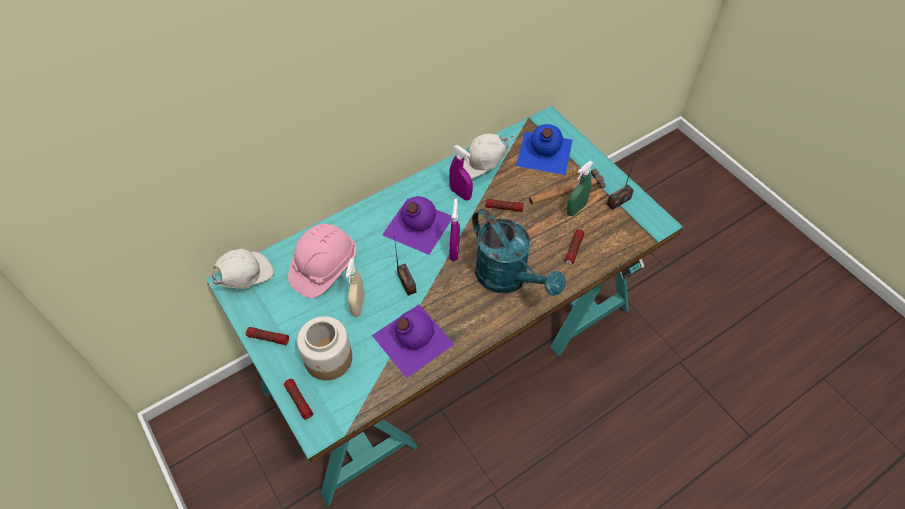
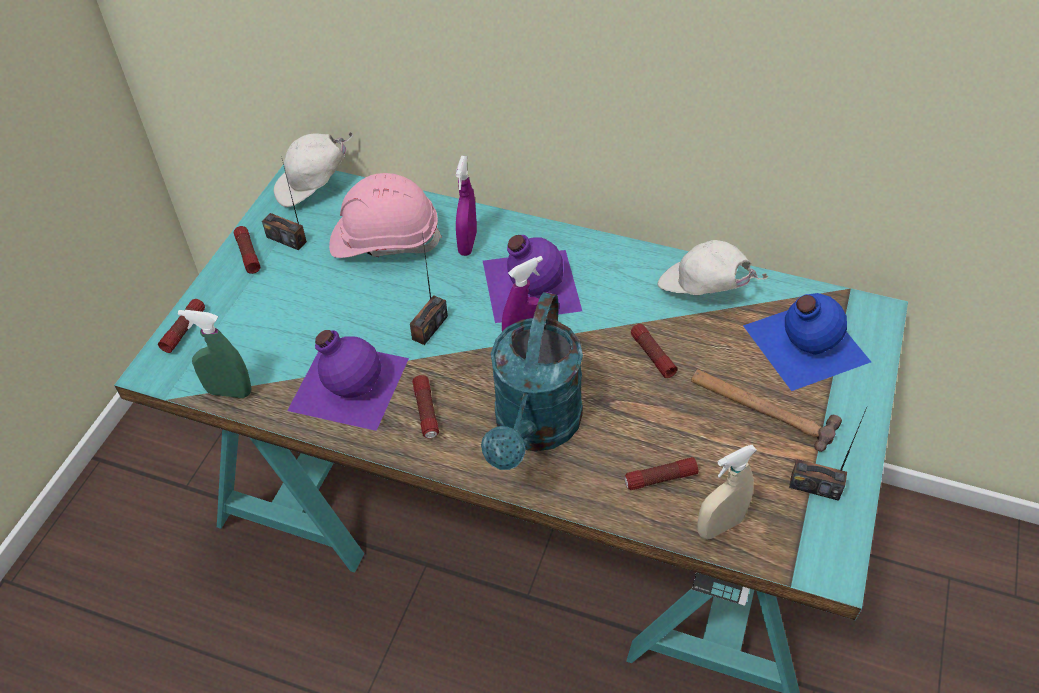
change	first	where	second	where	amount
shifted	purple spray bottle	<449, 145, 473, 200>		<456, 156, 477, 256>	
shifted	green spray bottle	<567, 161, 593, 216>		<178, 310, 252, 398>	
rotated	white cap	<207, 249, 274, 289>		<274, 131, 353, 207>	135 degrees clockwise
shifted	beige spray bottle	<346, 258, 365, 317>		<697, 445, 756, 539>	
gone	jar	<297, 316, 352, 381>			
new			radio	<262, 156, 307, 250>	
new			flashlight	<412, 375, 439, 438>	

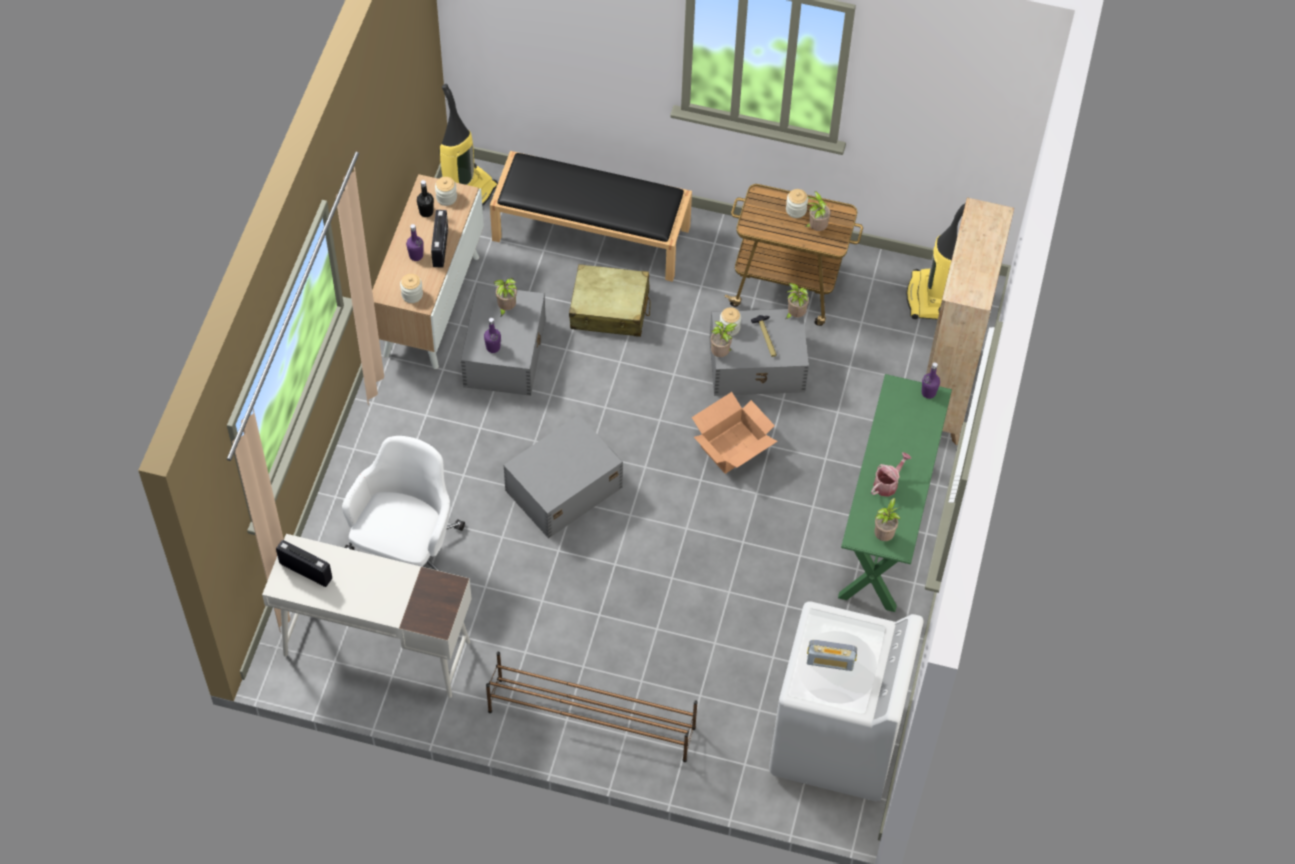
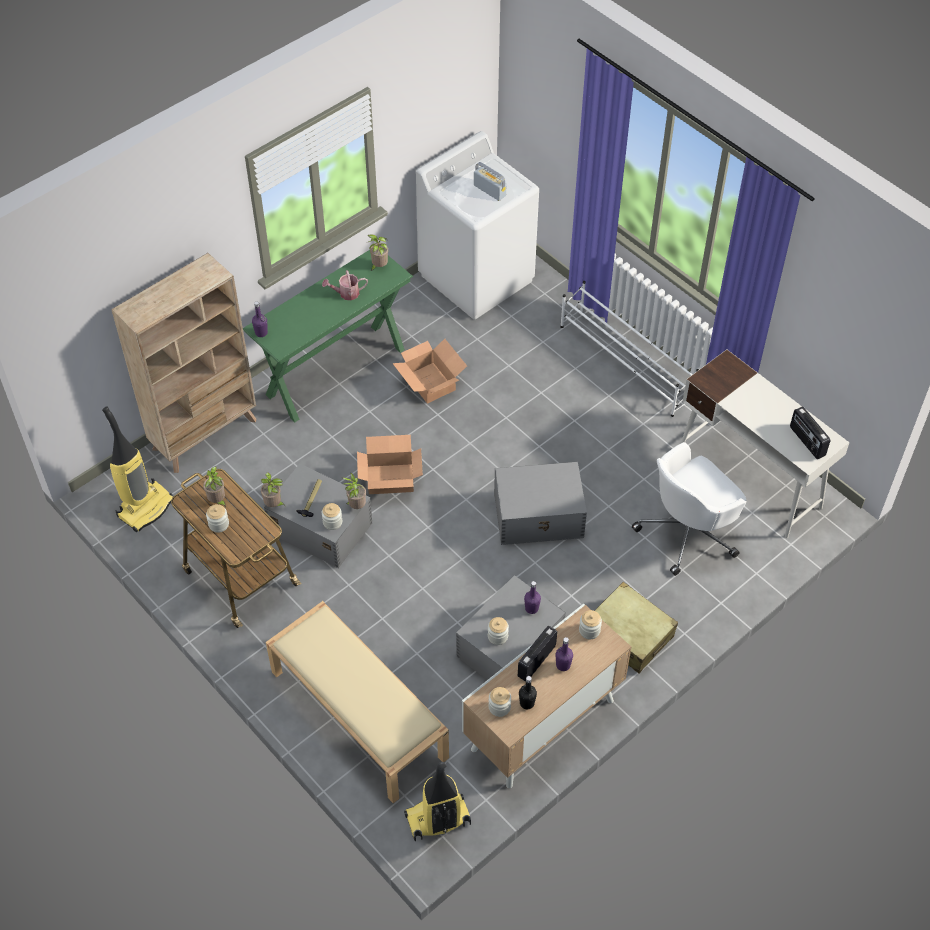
change	first	where	second	where	amount
repainted	black bench	<490, 151, 692, 282>	beige bench	<266, 601, 449, 803>	
shifted	beige suitcase	<569, 264, 651, 337>		<595, 582, 678, 673>	
swapped	potted plant	<493, 278, 517, 317>	jar	<488, 617, 509, 645>	
repainted	brown shoe rack	<486, 652, 698, 762>	white shoe rack	<560, 281, 699, 417>	
new			cardboard box	<392, 339, 467, 403>	

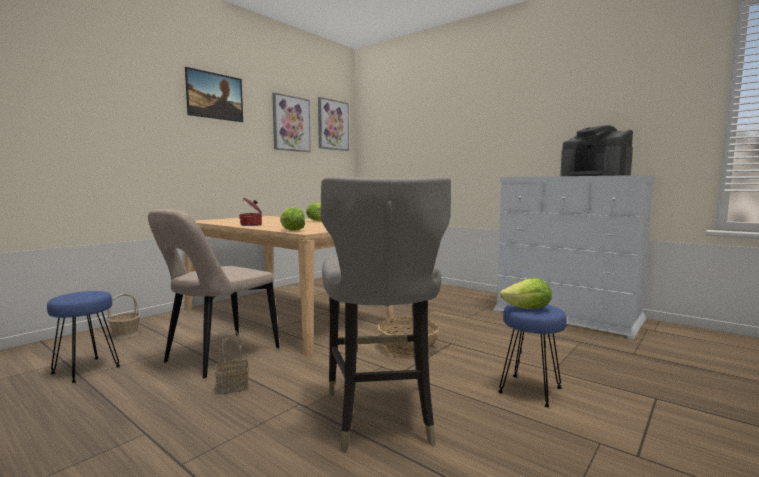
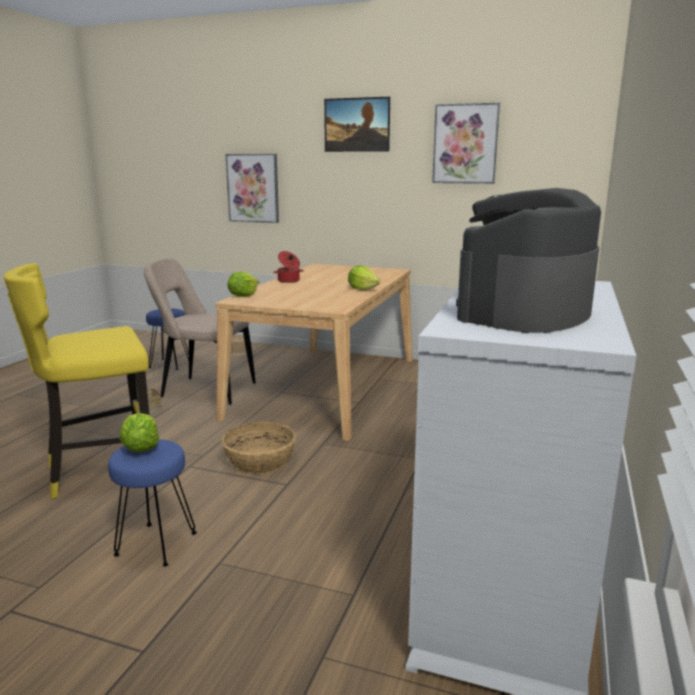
change	first	where	second	where	amount
shifted	picture	<318, 97, 349, 151>		<226, 154, 279, 223>	
repainted	grey stool	<320, 176, 451, 452>	yellow stool	<4, 263, 149, 499>	

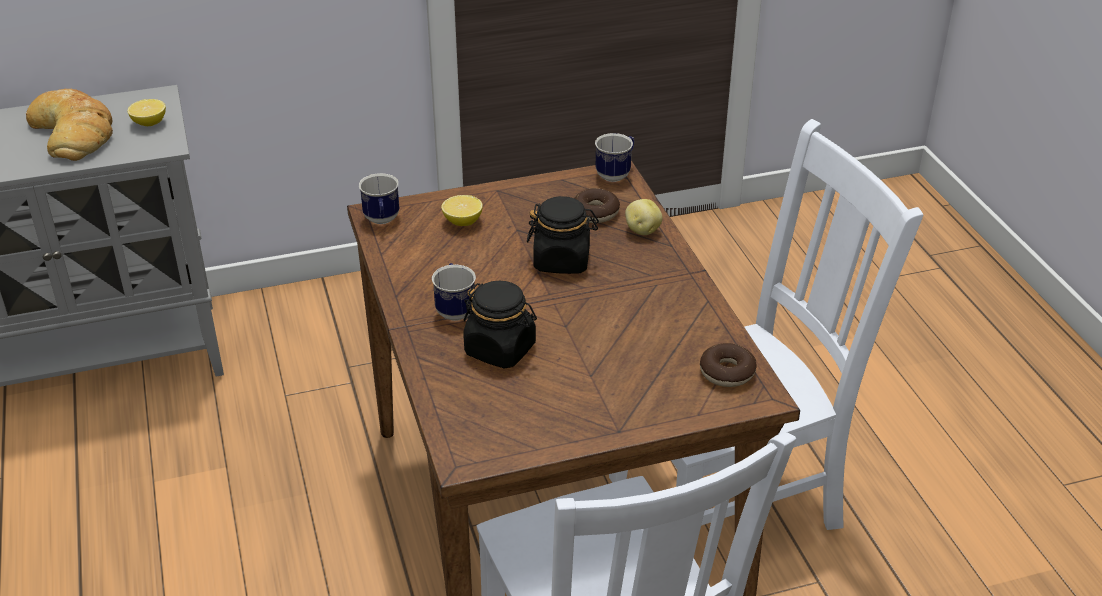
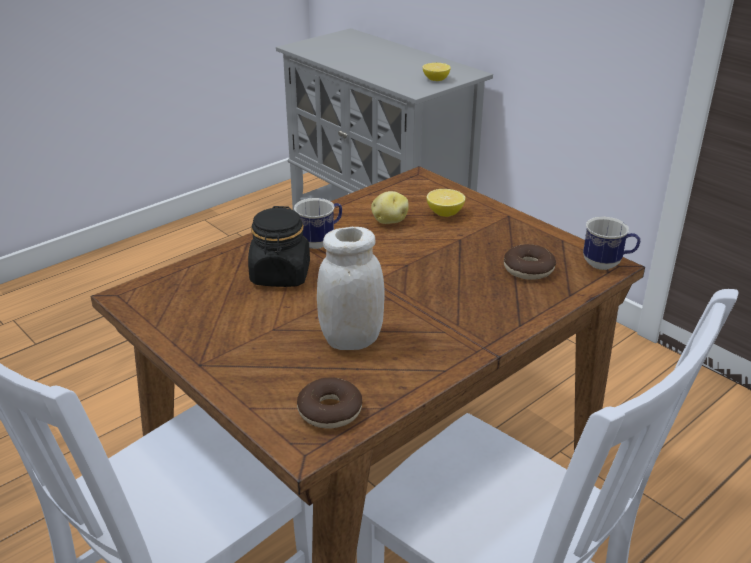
change	first	where	second	where	amount
gone	bread	<26, 89, 113, 161>			
gone	mug	<359, 173, 399, 224>			
gone	black jar	<527, 196, 599, 274>			
shifted	potato	<625, 199, 663, 235>		<371, 191, 409, 224>	
new			white jar	<317, 227, 385, 350>	

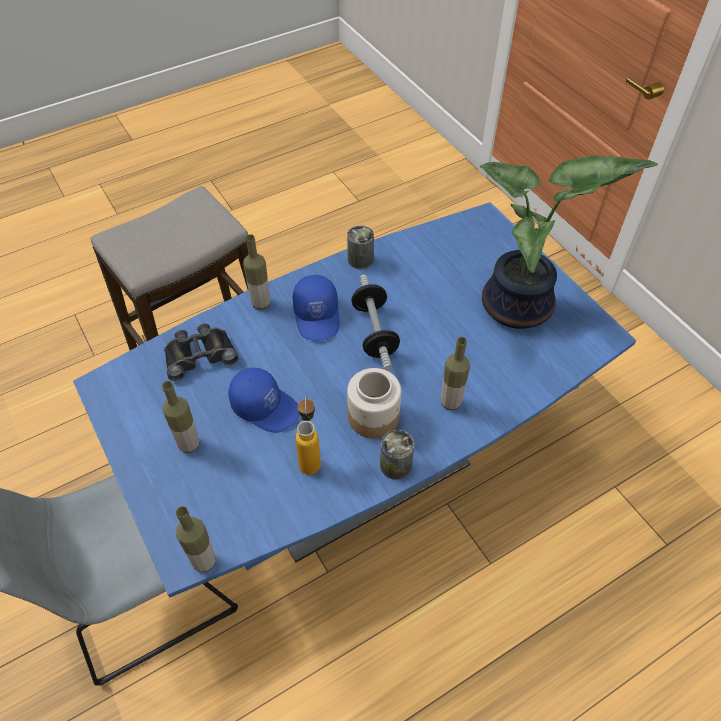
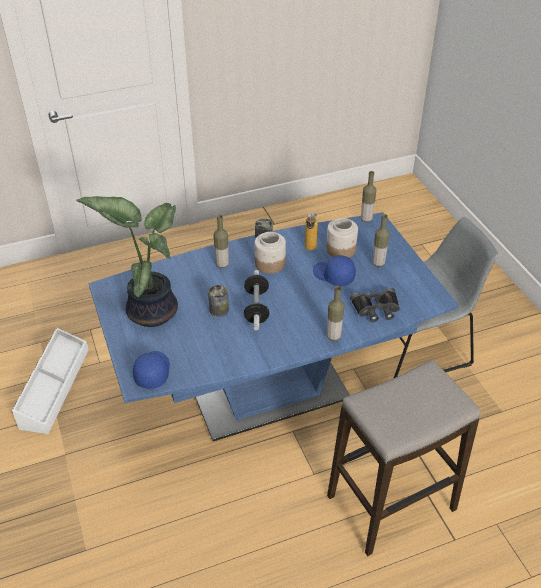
change	first	where	second	where	amount
shifted	can	<347, 225, 374, 269>		<208, 285, 229, 317>	
shifted	blue cap	<293, 275, 339, 341>		<133, 351, 170, 389>	
new			jar	<326, 218, 358, 258>	
new			white storage box	<12, 328, 89, 434>	

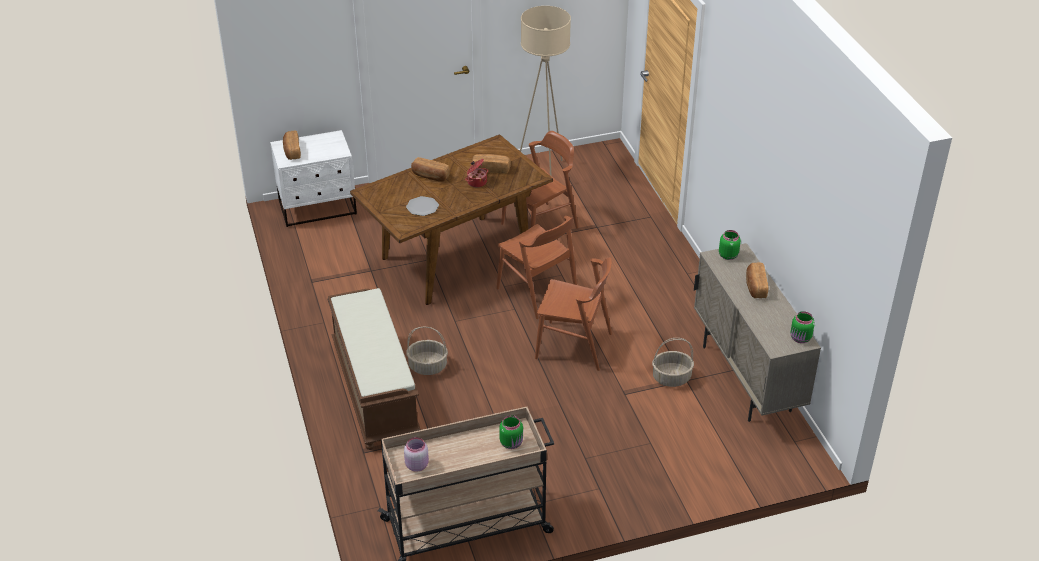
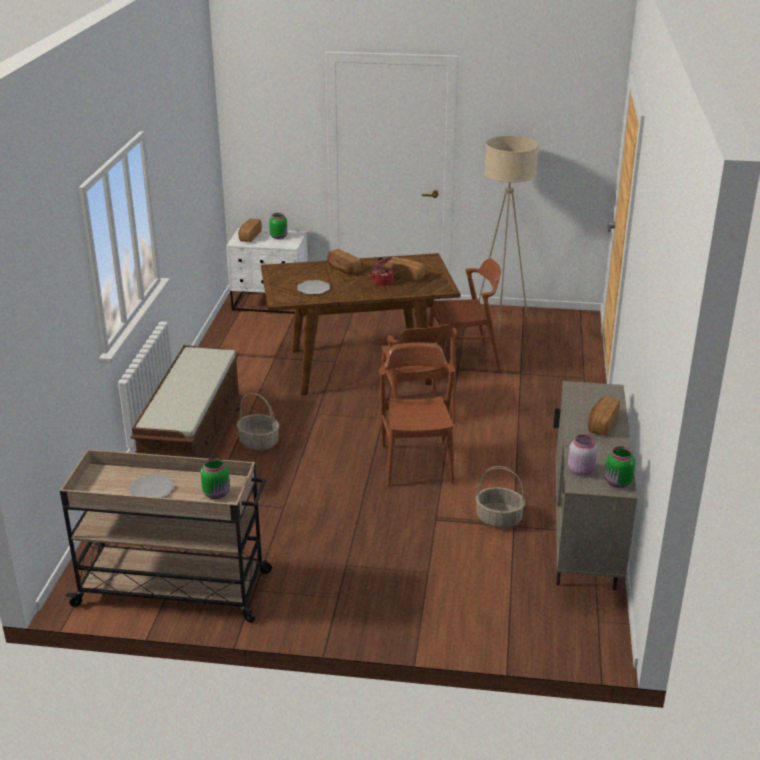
change	first	where	second	where	amount
shifted	green jar	<719, 230, 741, 260>		<269, 213, 287, 239>	
rotated	brown chair	<535, 257, 612, 371>		<379, 342, 455, 487>	135 degrees counterclockwise
shifted	pink jar	<404, 437, 429, 472>		<568, 435, 597, 476>	
new			plate	<128, 474, 175, 498>	

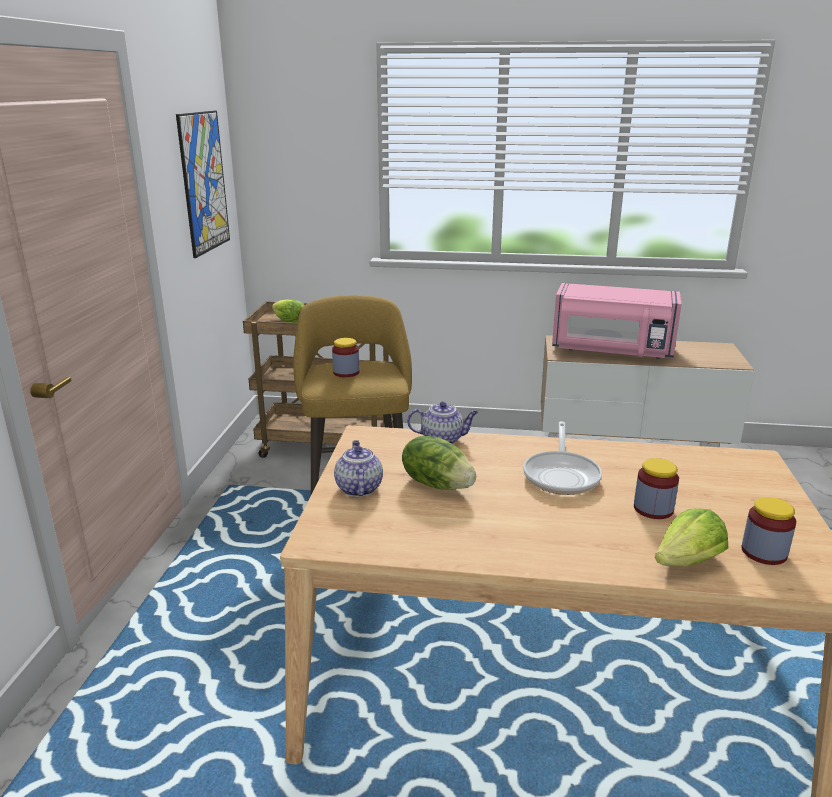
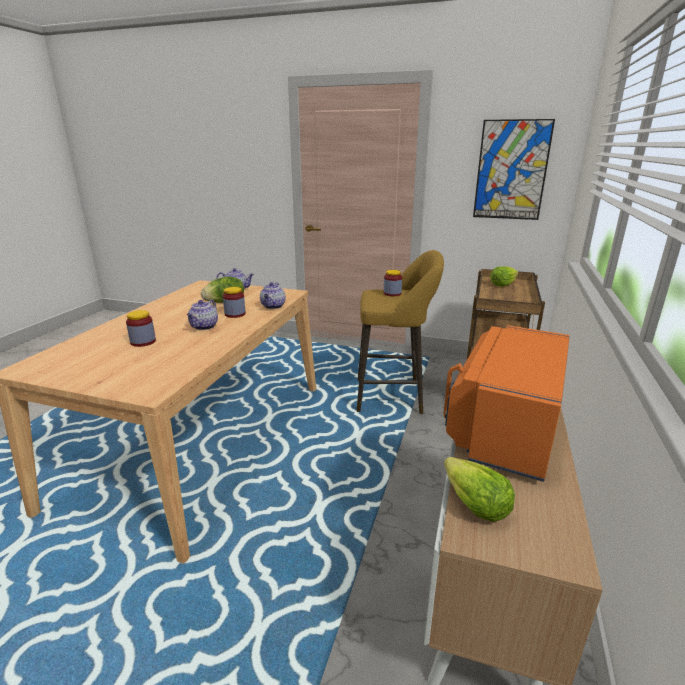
change	first	where	second	where	amount
repainted	pink microwave	<552, 283, 681, 359>	orange microwave	<444, 325, 570, 482>	
swapped	frying pan	<523, 421, 602, 495>	teapot	<187, 300, 218, 330>	
shifted	jar	<741, 497, 796, 565>		<223, 287, 246, 318>	
shifted	lettuce	<655, 508, 729, 566>		<444, 457, 515, 522>	

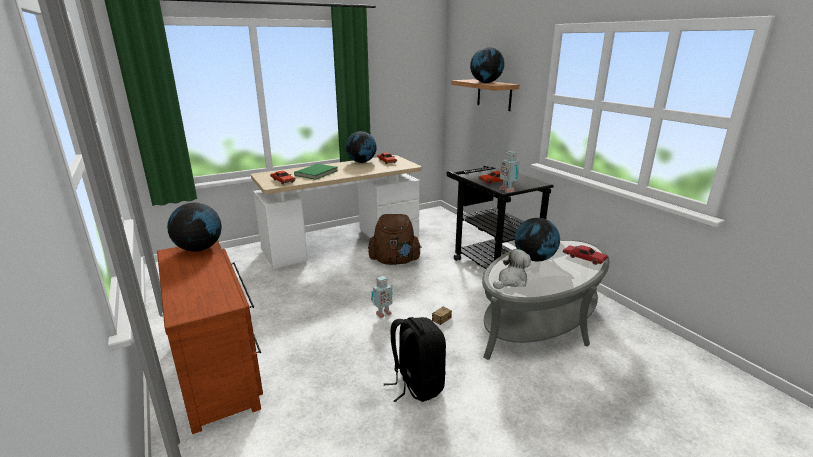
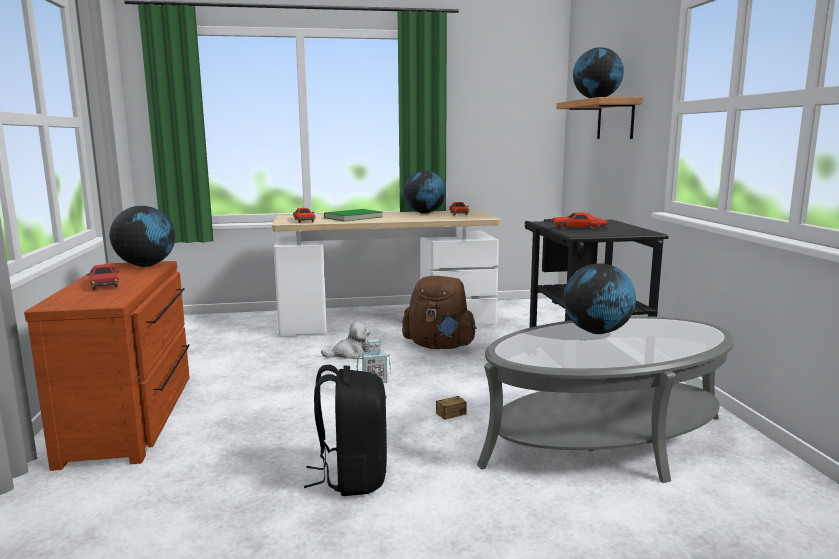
change	first	where	second	where	amount
gone	toy robot	<499, 151, 519, 193>			
shifted	red toy car	<563, 245, 608, 265>		<87, 264, 120, 290>	
shifted	plush toy	<493, 249, 531, 289>		<321, 321, 371, 359>	

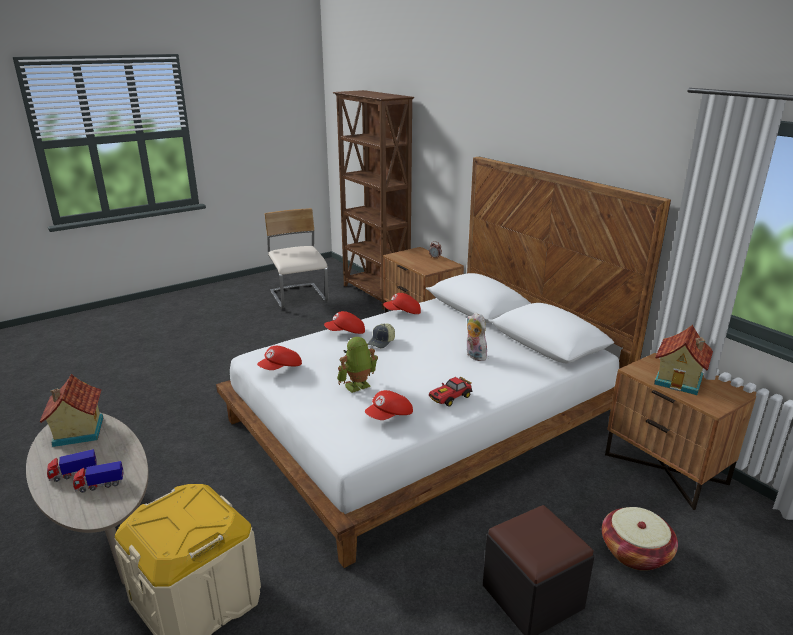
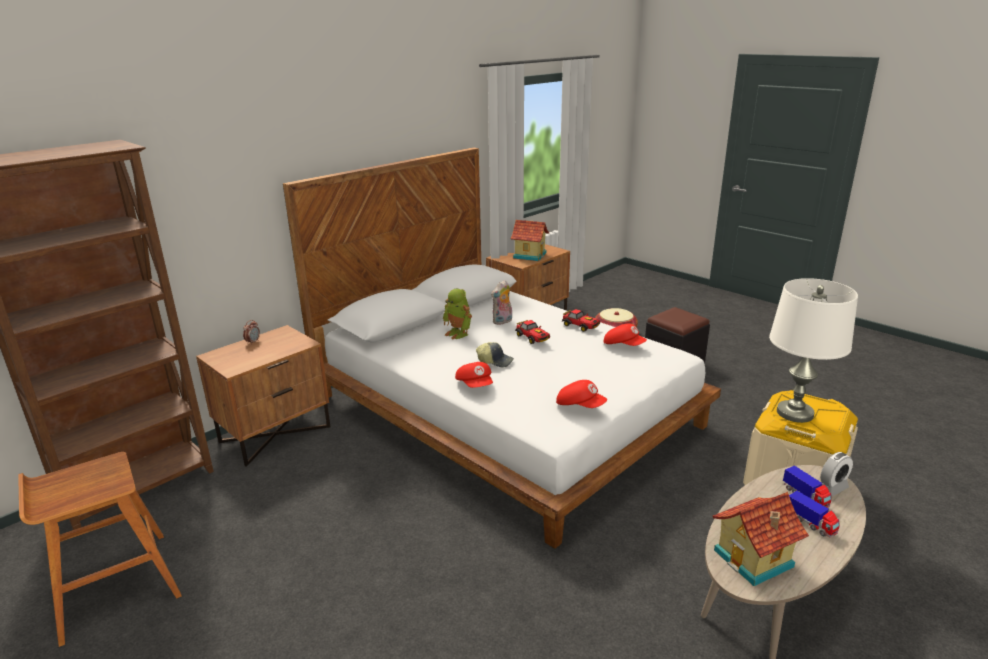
change	first	where	second	where	amount
swapped	beige chair	<265, 208, 329, 309>	brown stool	<18, 452, 182, 647>	
gone	red cap	<383, 293, 421, 314>			
shifted	toy robot	<337, 337, 378, 393>		<443, 289, 472, 339>	
new			white table lamp	<769, 278, 858, 423>	
new			toy car	<515, 320, 550, 344>	
new			alarm clock	<820, 452, 853, 497>	

